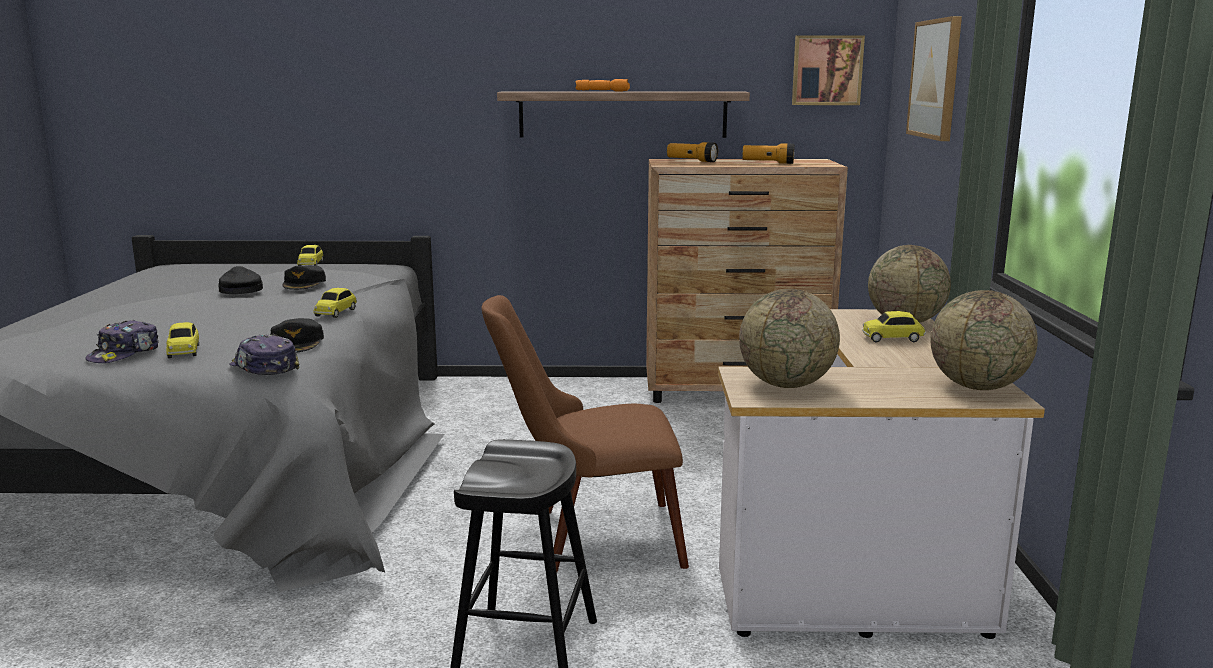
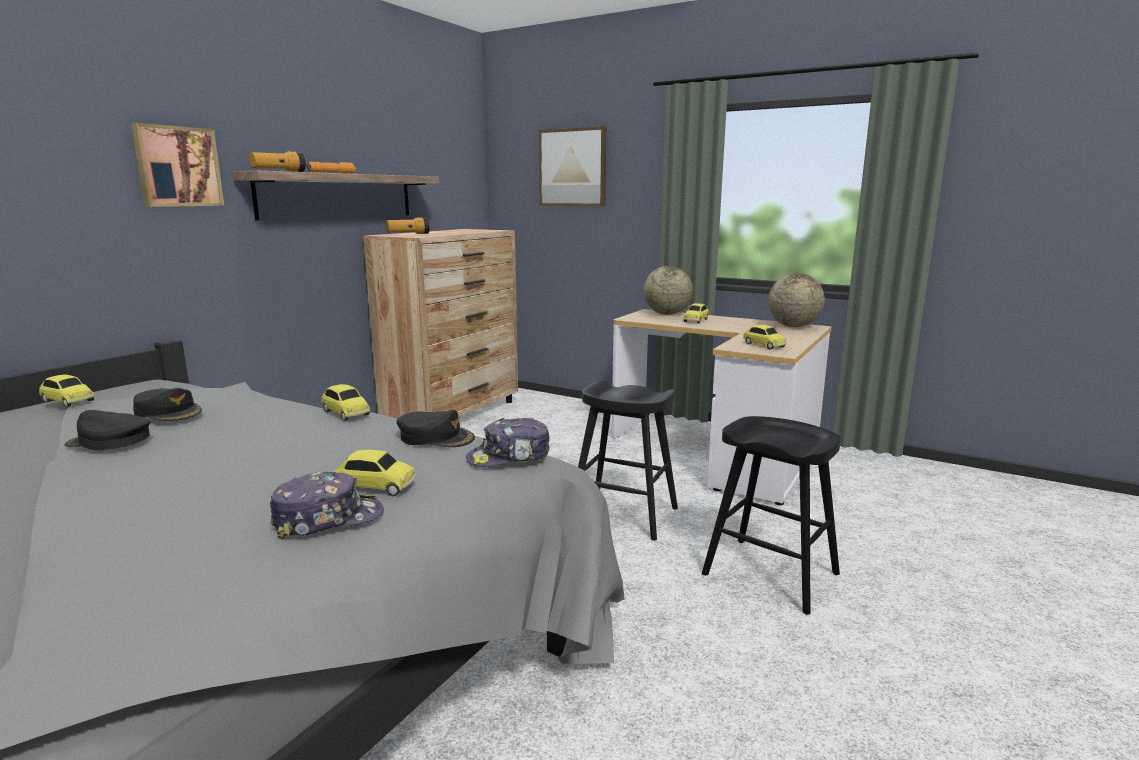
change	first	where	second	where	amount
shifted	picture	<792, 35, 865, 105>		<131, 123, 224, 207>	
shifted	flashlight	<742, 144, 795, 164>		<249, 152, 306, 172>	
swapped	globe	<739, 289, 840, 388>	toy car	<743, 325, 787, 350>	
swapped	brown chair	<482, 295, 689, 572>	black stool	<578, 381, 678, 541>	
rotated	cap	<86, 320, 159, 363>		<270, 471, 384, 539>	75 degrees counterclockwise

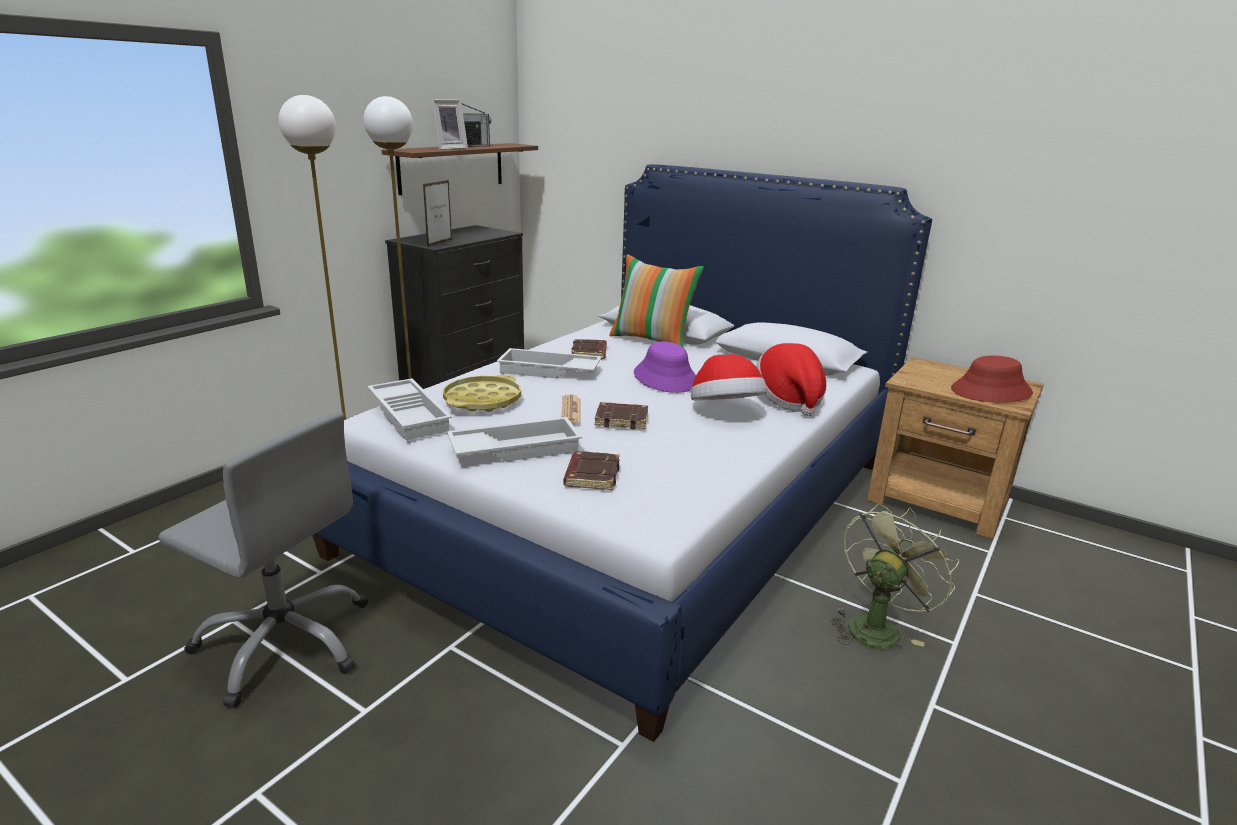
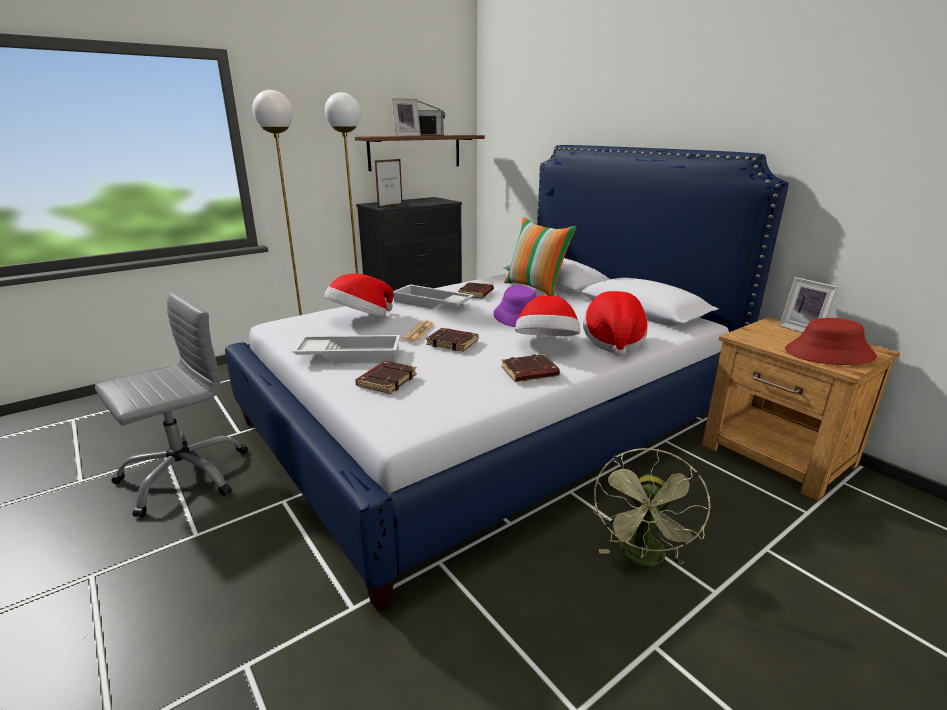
change	first	where	second	where	amount
swapped	yellow tray	<443, 375, 521, 412>	hat	<324, 273, 393, 317>	
gone	white tray	<367, 379, 452, 440>			
rotated	grey office chair	<158, 412, 368, 708>		<95, 292, 248, 518>	90 degrees counterclockwise
rotated	green fan	<831, 504, 959, 649>		<593, 448, 710, 566>	135 degrees clockwise
new			picture frame	<779, 277, 839, 333>	
new			brown book	<501, 354, 560, 382>	

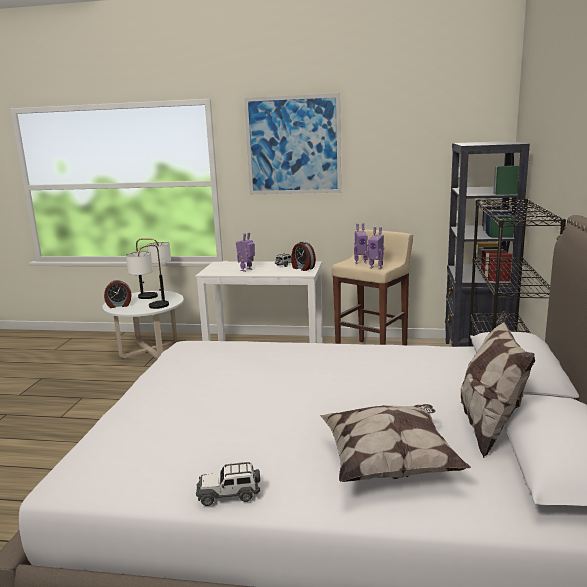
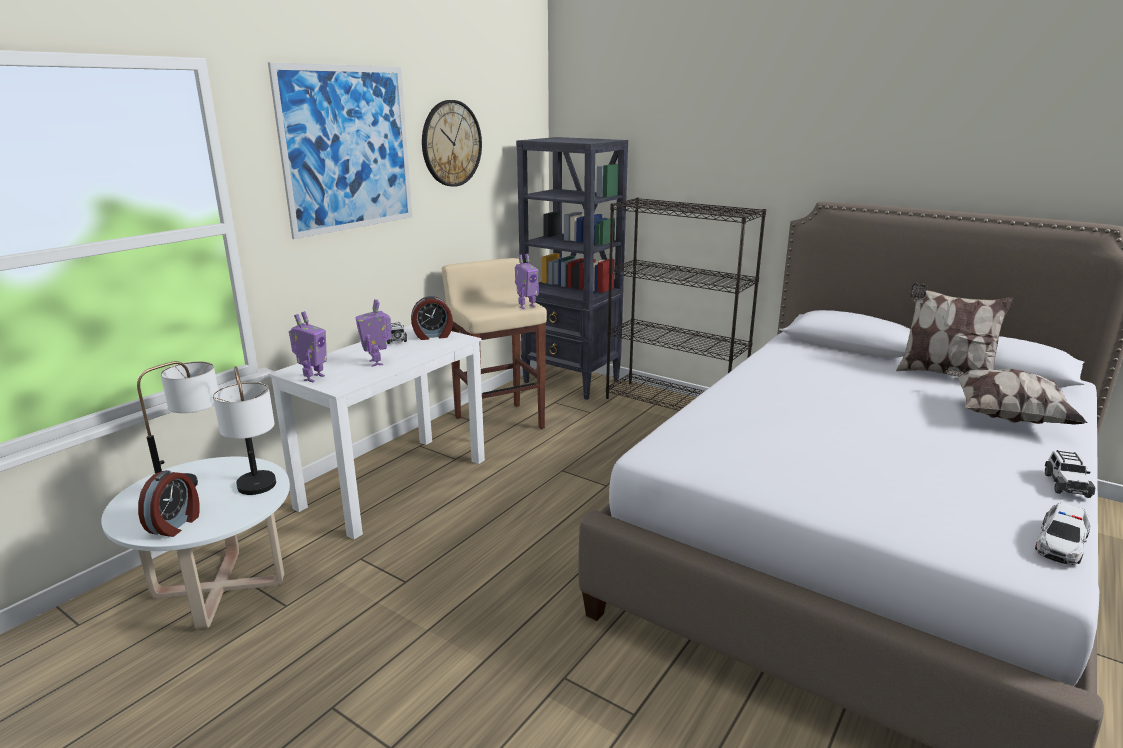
change	first	where	second	where	amount
shifted	toy robot	<354, 223, 369, 264>		<289, 311, 327, 382>	
new			wall clock	<422, 100, 482, 187>	
new			toy car	<1035, 503, 1090, 565>	

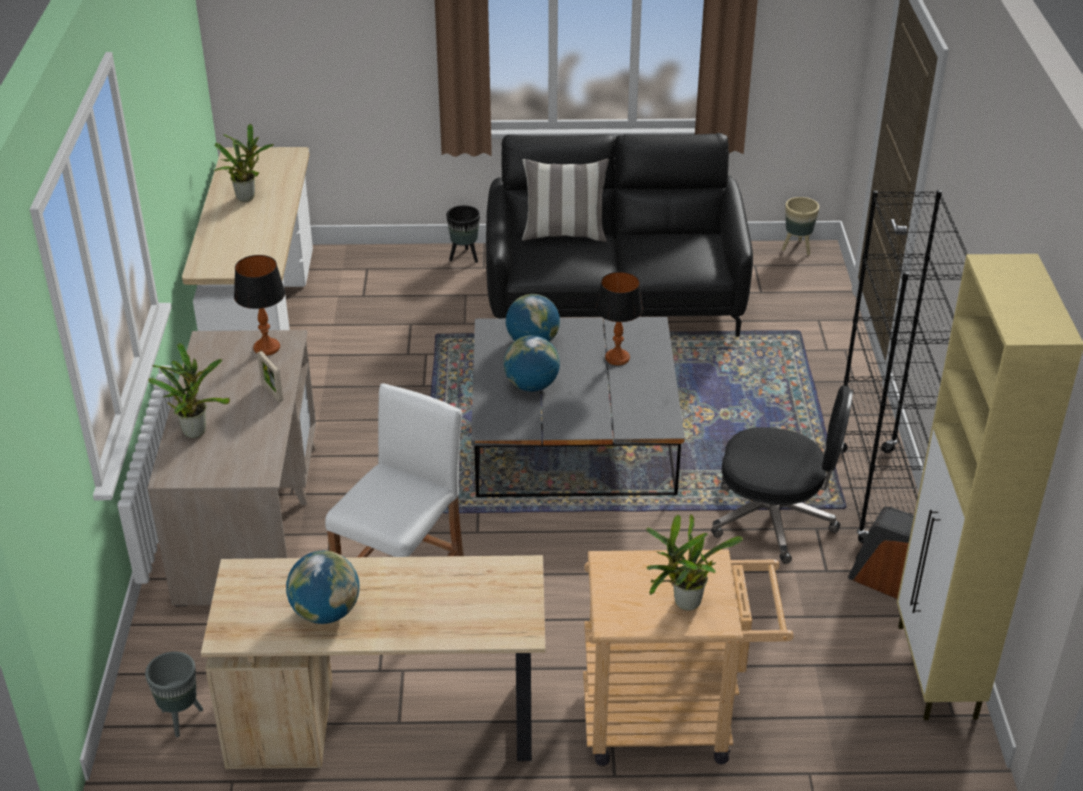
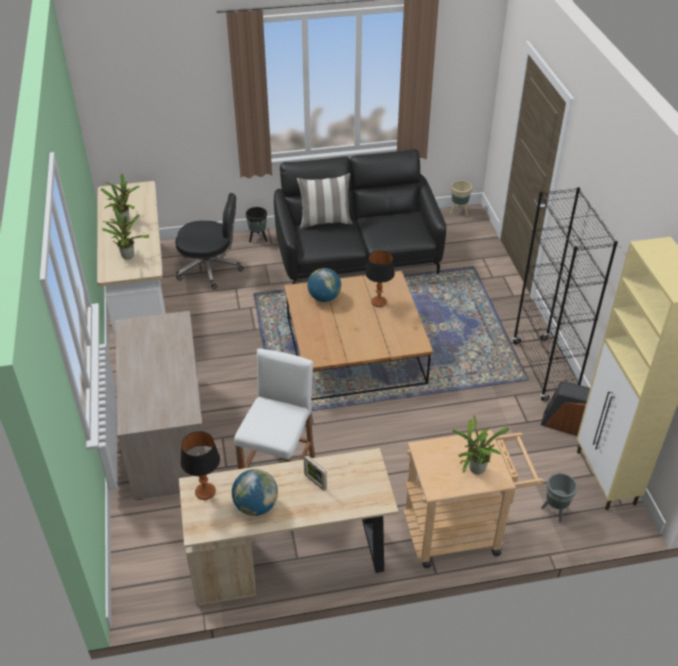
change	first	where	second	where	amount
shifted	table lamp	<234, 255, 285, 356>		<180, 431, 220, 500>	
repainted	grey coffee table	<471, 317, 685, 497>	brown coffee table	<284, 271, 433, 400>	
gone	globe	<504, 335, 560, 392>			
shifted	potted plant	<148, 343, 230, 438>		<102, 208, 149, 260>	
shifted	picture frame	<257, 351, 283, 402>		<304, 456, 327, 491>	
shifted	black office chair	<711, 385, 853, 564>		<175, 193, 244, 289>	
shifted	grey planter	<145, 651, 203, 737>		<541, 473, 577, 523>	

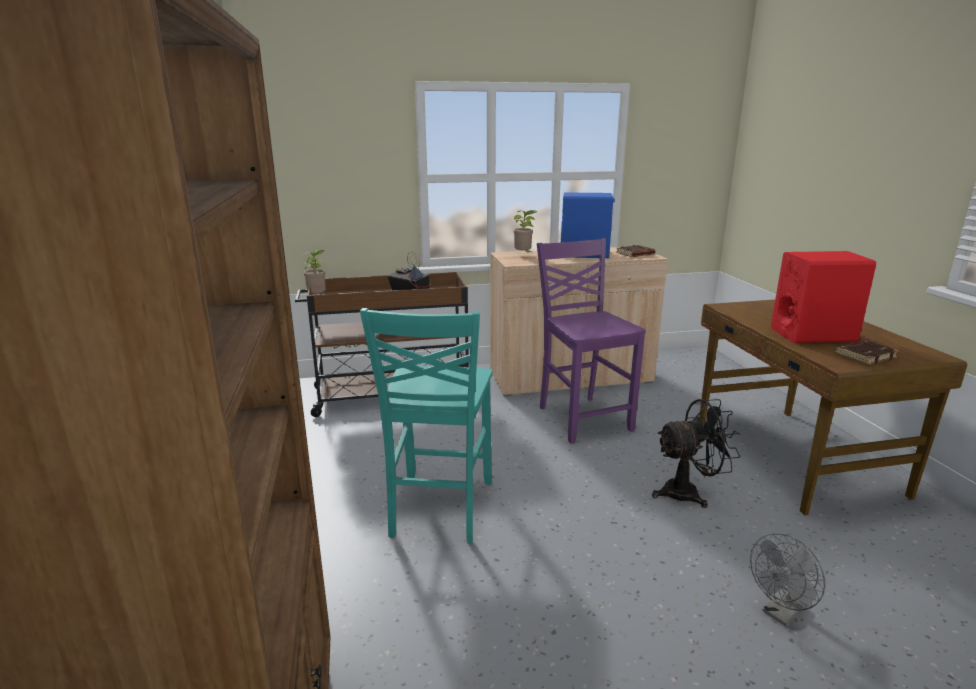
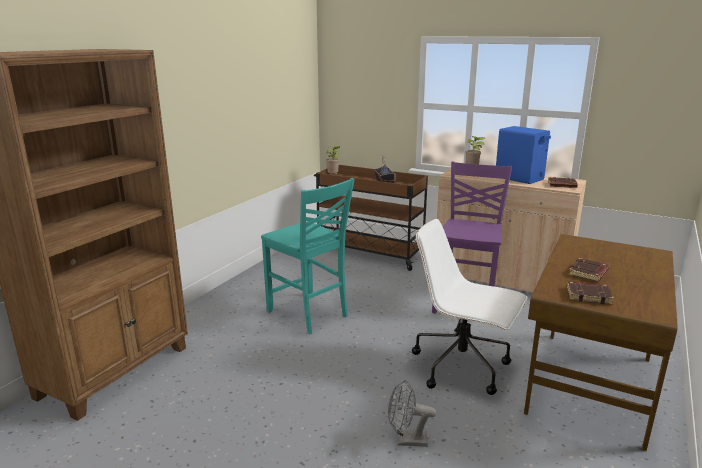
change	first	where	second	where	amount
swapped	red speaker	<771, 251, 876, 343>	brown book	<568, 258, 609, 282>	
rotated	turquoise chair	<360, 308, 492, 544>		<261, 178, 355, 334>	90 degrees counterclockwise
swapped	black fan	<652, 399, 740, 508>	white office chair	<412, 219, 528, 395>	

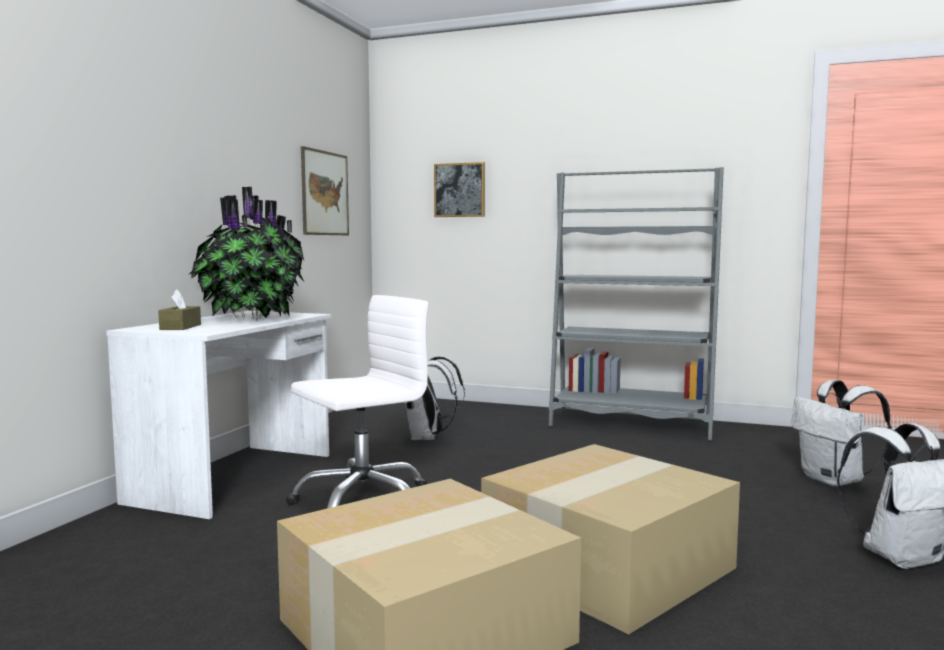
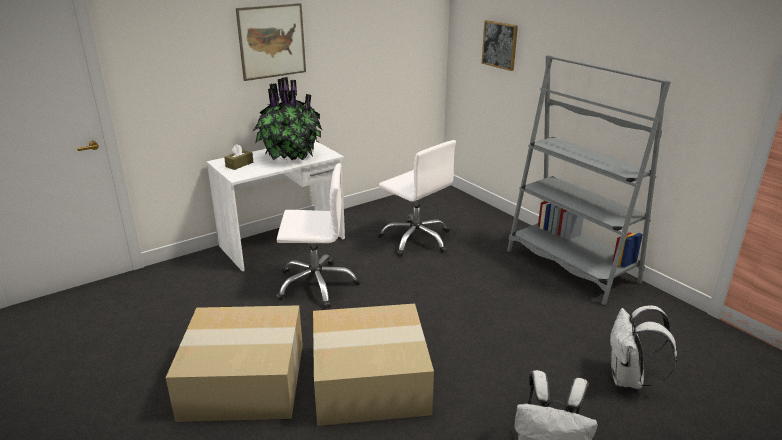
change	first	where	second	where	amount
shifted	picture	<301, 146, 349, 235>		<236, 3, 306, 81>	
swapped	white backpack	<403, 356, 465, 440>	white office chair	<378, 140, 456, 256>	

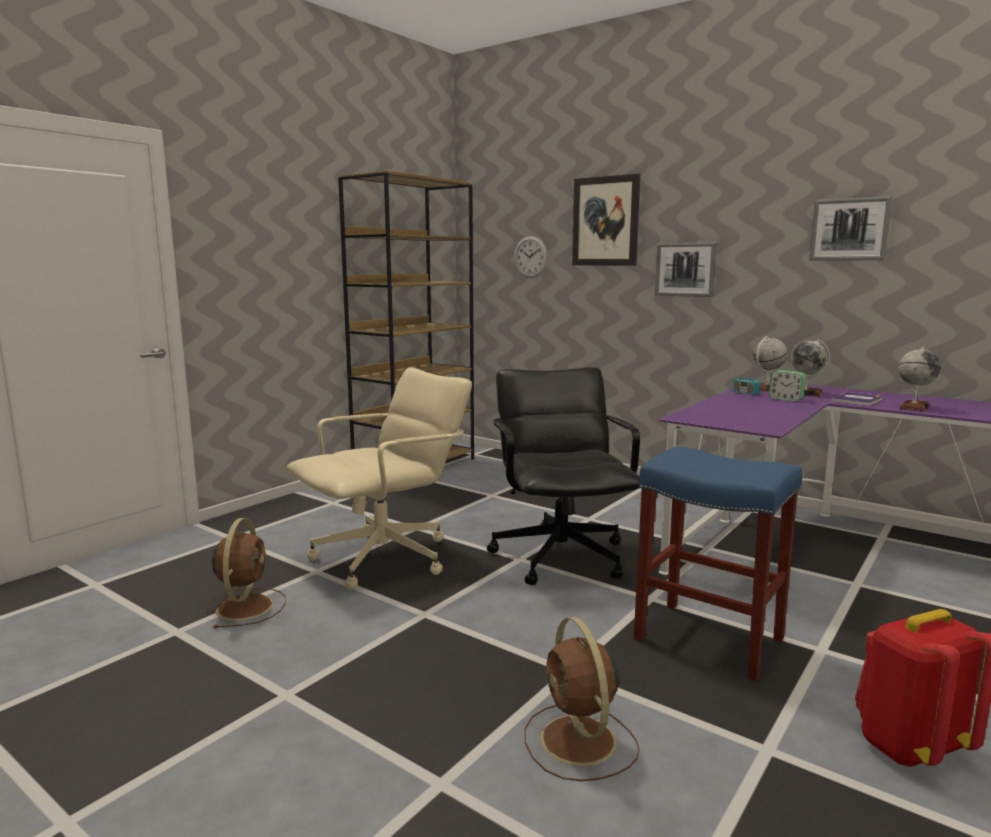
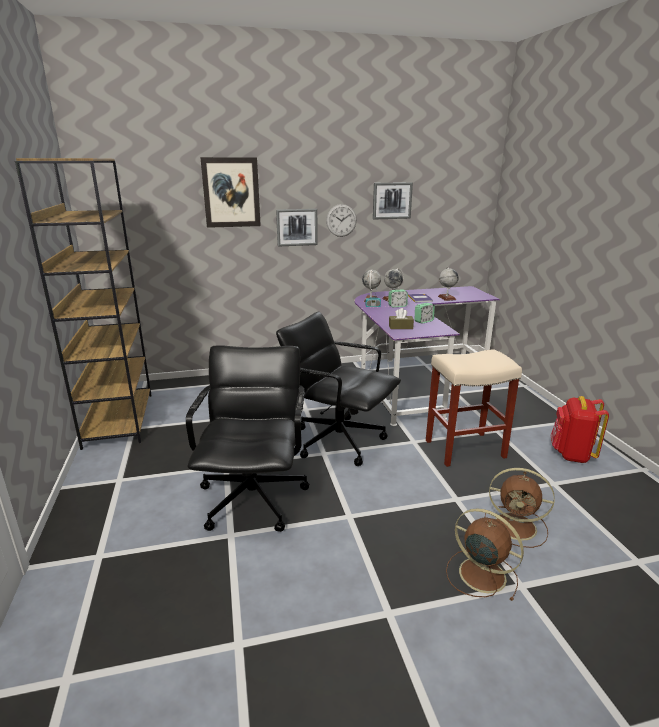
change	first	where	second	where	amount
shifted	wall clock	<514, 236, 548, 278>		<326, 204, 357, 237>	
repainted	beige office chair	<287, 368, 472, 590>	black office chair	<186, 345, 310, 532>	
repainted	blue stool	<634, 447, 802, 681>	beige stool	<426, 349, 522, 467>	
shifted	brown fan	<205, 518, 286, 628>		<446, 508, 524, 601>	
new			alarm clock	<415, 303, 435, 324>	
new			brown tissue box	<389, 308, 414, 329>	

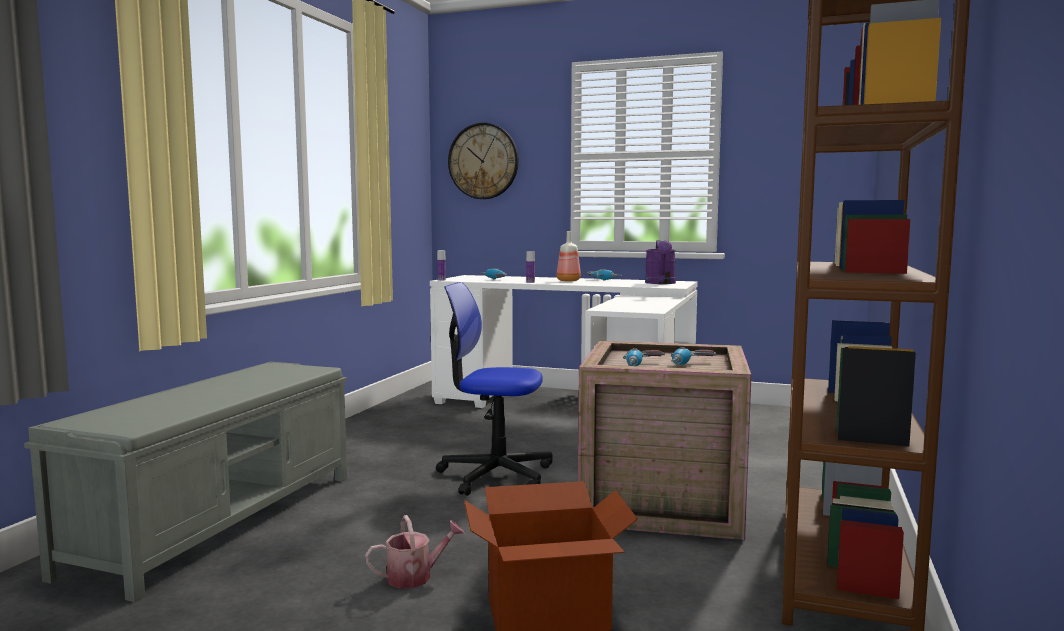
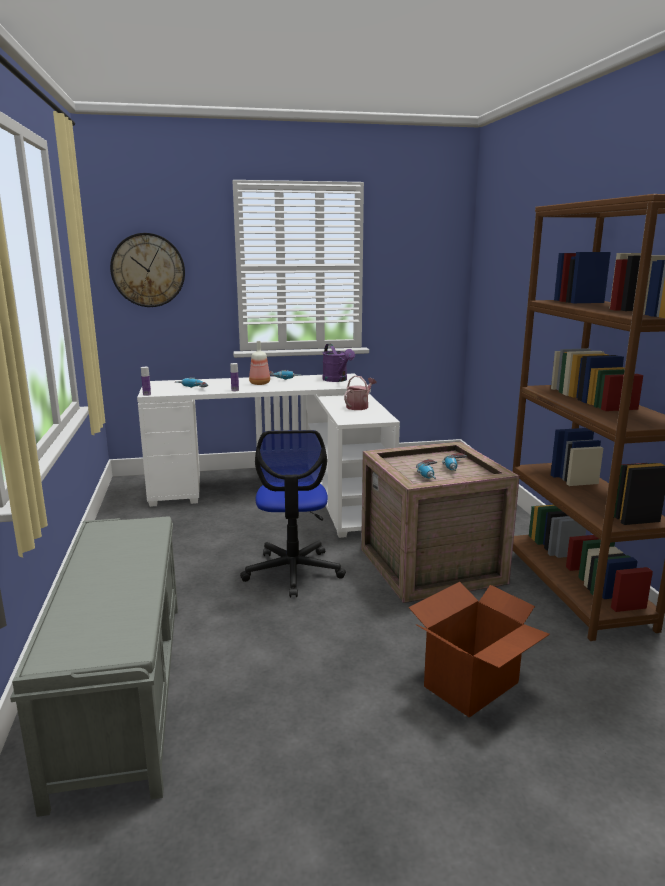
change	first	where	second	where	amount
rotated	office chair	<436, 282, 553, 496>		<240, 430, 346, 598>	75 degrees counterclockwise
shifted	watering can	<365, 515, 464, 589>		<344, 376, 376, 410>	

